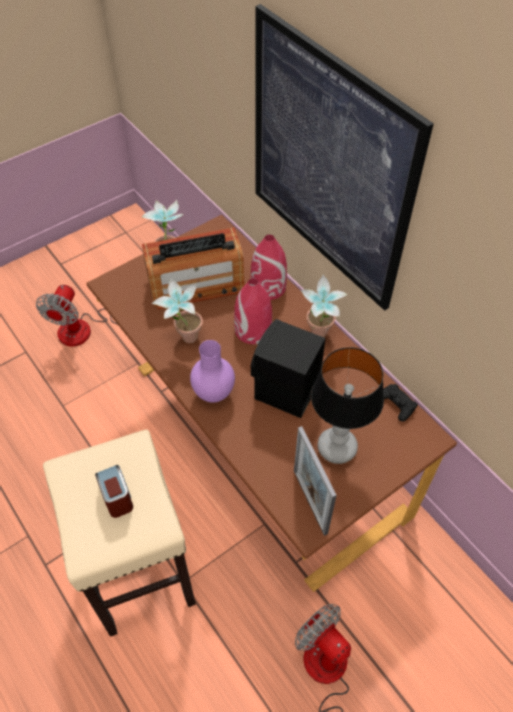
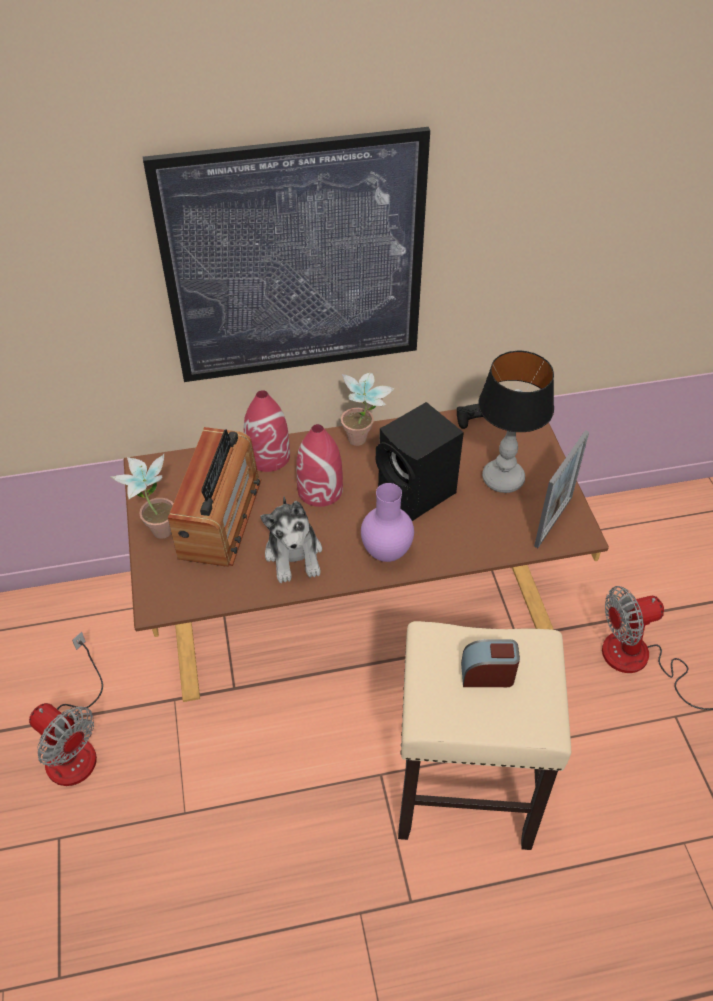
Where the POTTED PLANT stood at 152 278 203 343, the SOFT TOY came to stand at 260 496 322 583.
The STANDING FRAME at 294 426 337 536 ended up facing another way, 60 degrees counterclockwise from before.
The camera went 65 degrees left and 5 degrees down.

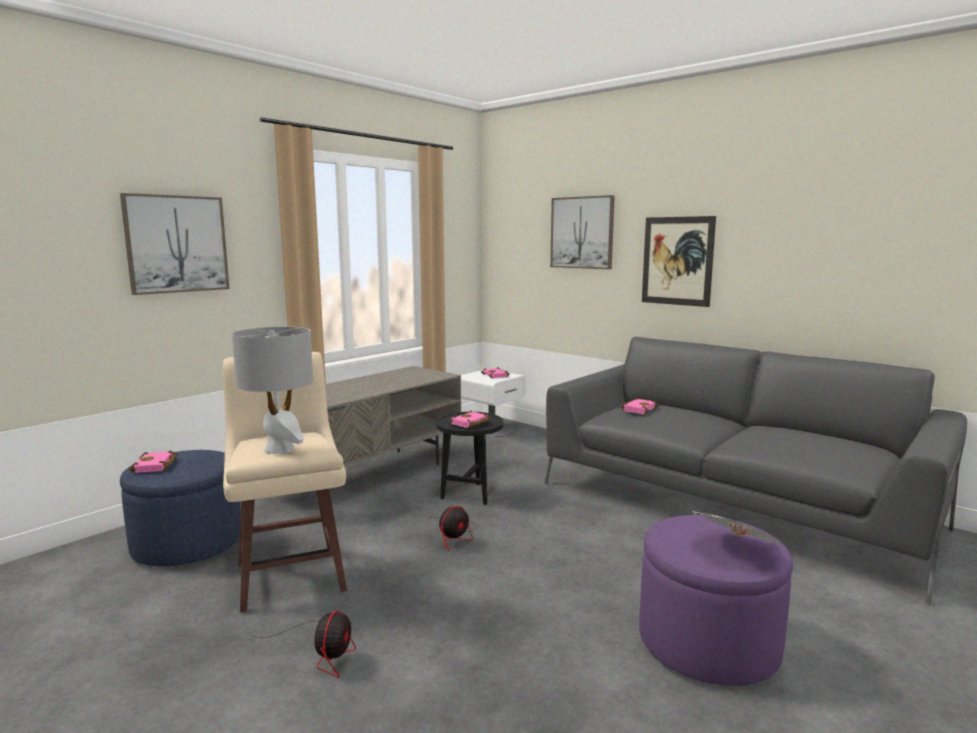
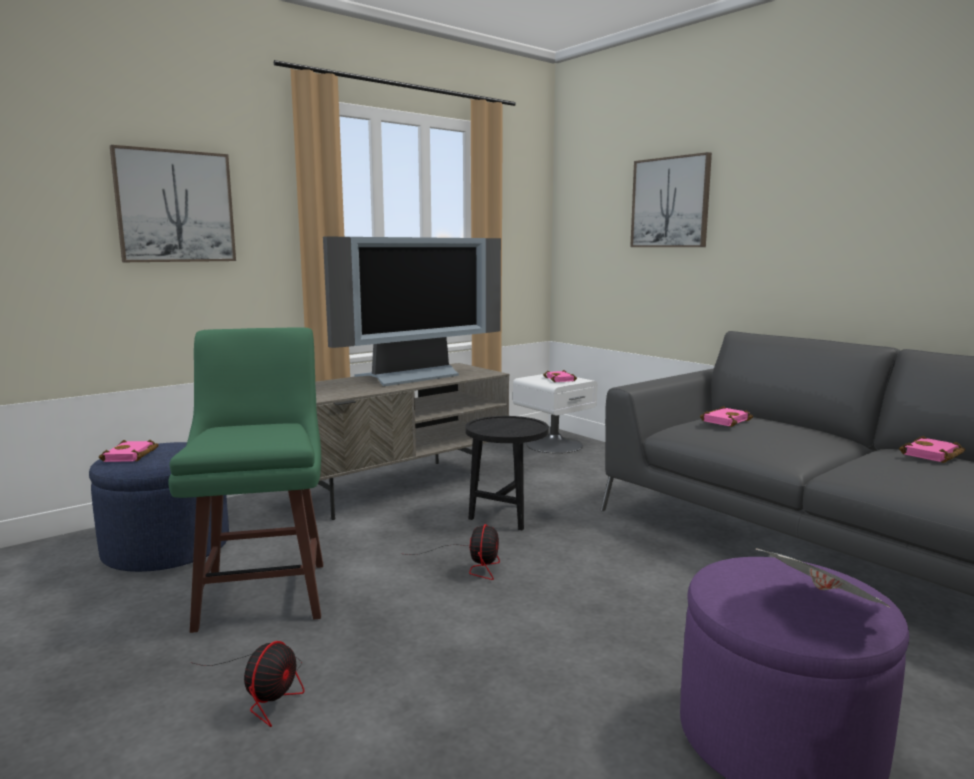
What was the SAND-COLOURED STOOL at 223 352 347 613 turned into the GREENISH STOOL at 168 327 323 633.
The second view gained the TV at 323 237 501 386.
The COOLING FAN at 422 506 478 551 ended up facing another way, 45 degrees counterclockwise from before.
The PINK-COLOURED BOUND BOOK ended up elsewhere, having gone from 449 411 490 428 to 899 436 965 463.
The second view lost the GREYISH TABLETOP LAMP at 232 326 313 454.
The second view lost the WALL ART at 642 216 716 307.
The camera went 10 degrees right and 0 degrees up.

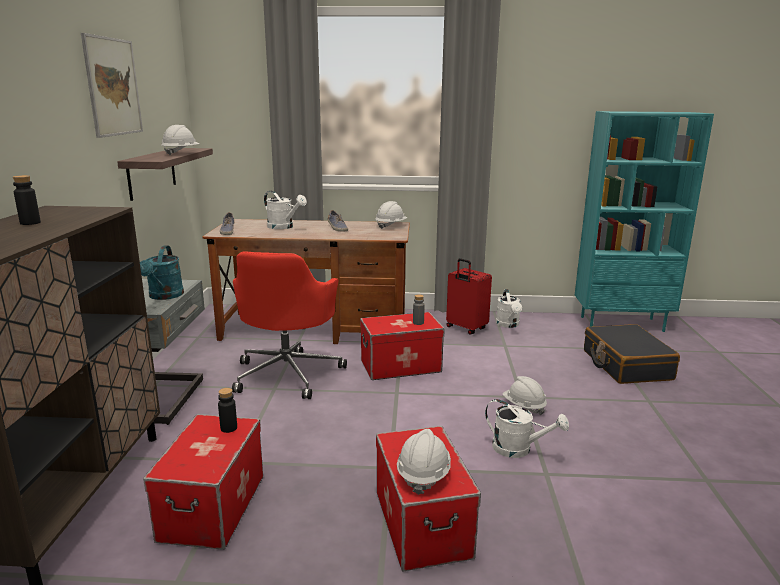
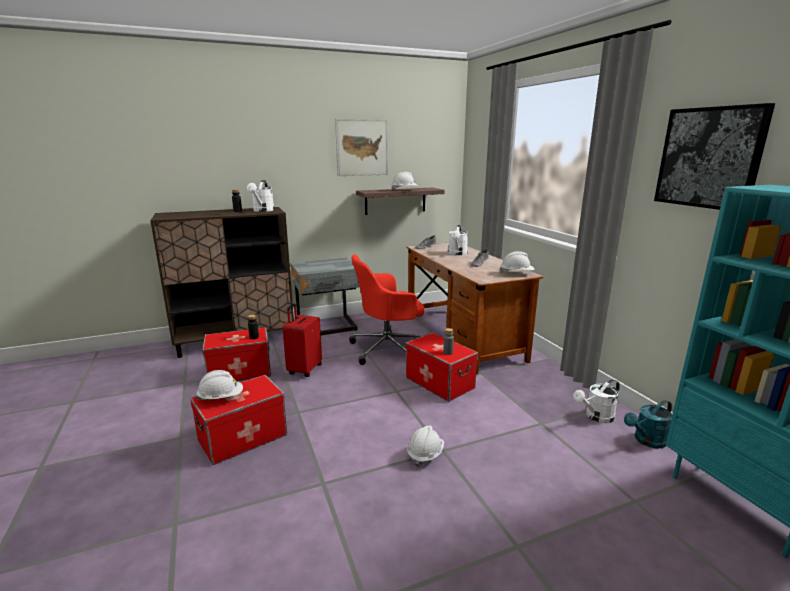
The WHITISH WATERING CAN ended up elsewhere, having gone from 485 399 569 458 to 247 180 275 212.
The RED-COLOURED PIECE OF LUGGAGE ended up elsewhere, having gone from 446 258 492 334 to 283 303 322 377.
The TURQUOISE-COLOURED WATERING CAN ended up elsewhere, having gone from 140 246 184 300 to 624 400 672 448.
The second view gained the WALL ART at 654 103 775 210.
The second view lost the BLACK-COLOURED PIECE OF LUGGAGE at 584 324 680 384.
The camera went 65 degrees right and 0 degrees up.

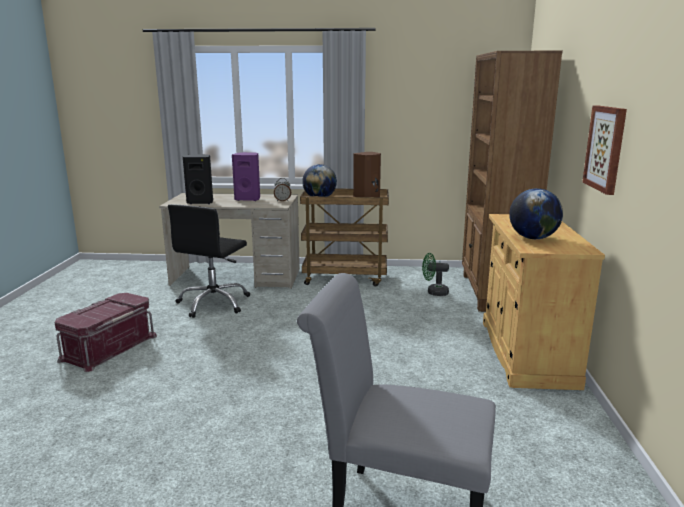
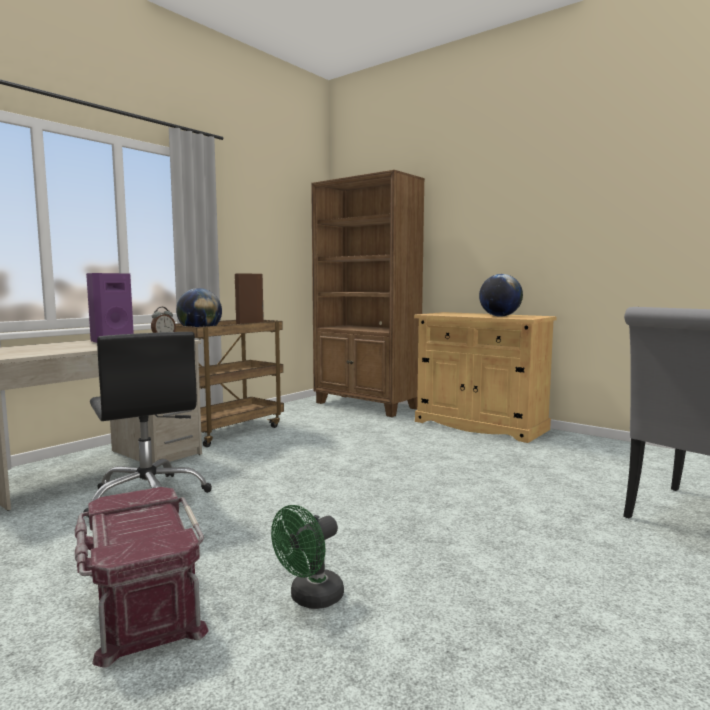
The GREENISH COOLING FAN ended up elsewhere, having gone from 422 253 449 296 to 271 505 344 609.
The second view lost the BLACK-COLOURED AUDIO SPEAKER at 183 154 213 204.
The second view lost the WALL ART at 582 106 627 195.
The camera went 55 degrees left and 10 degrees down.

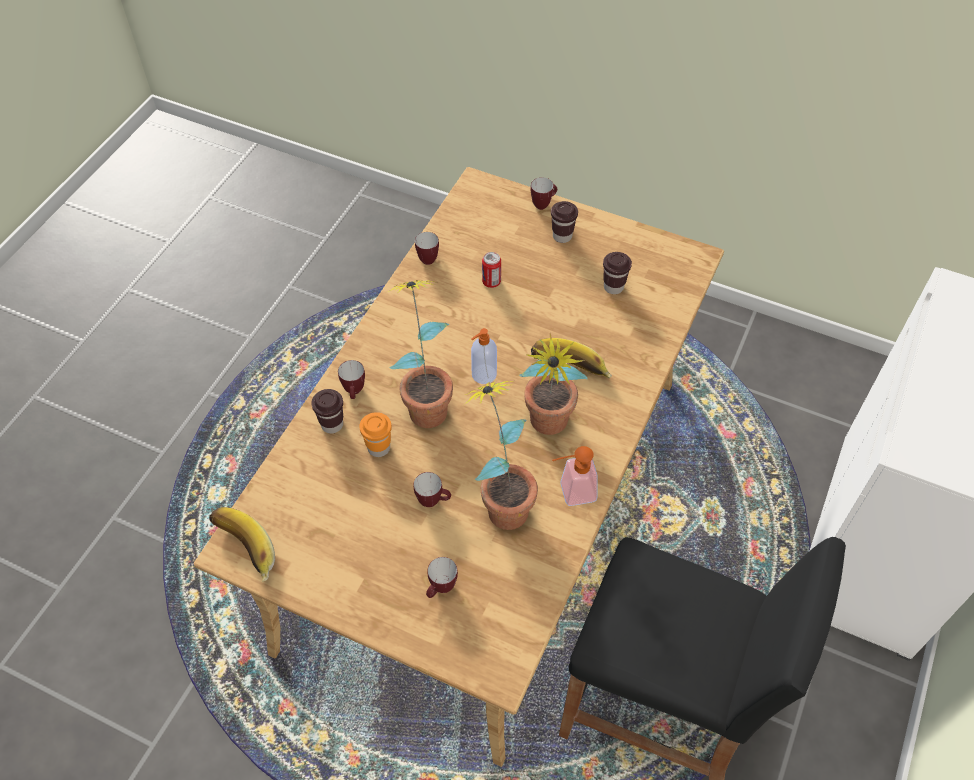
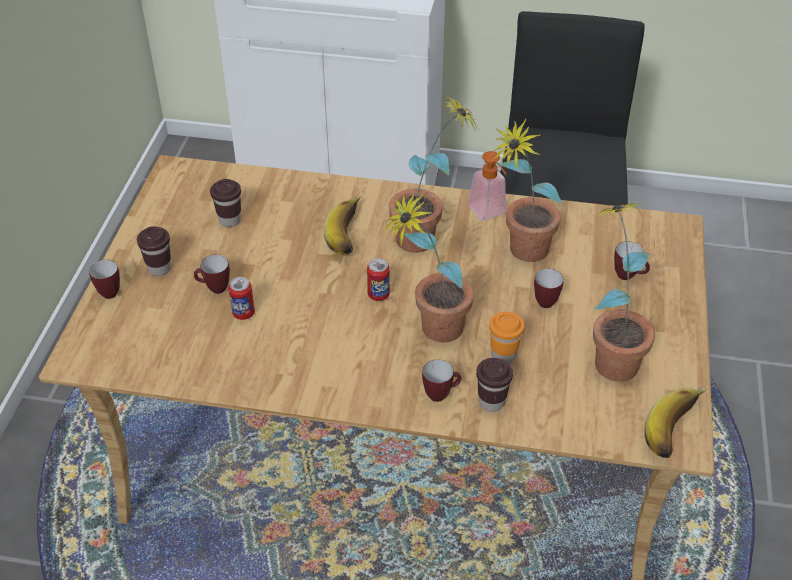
The COFFEE MUG ended up elsewhere, having gone from 415 232 439 265 to 194 255 230 294.
Where the SOAP BOTTLE stood at 471 328 497 384, the METAL CAN came to stand at 367 259 390 301.
The second view gained the POTTED PLANT at 592 202 655 382.
The camera went 105 degrees left and 10 degrees down.

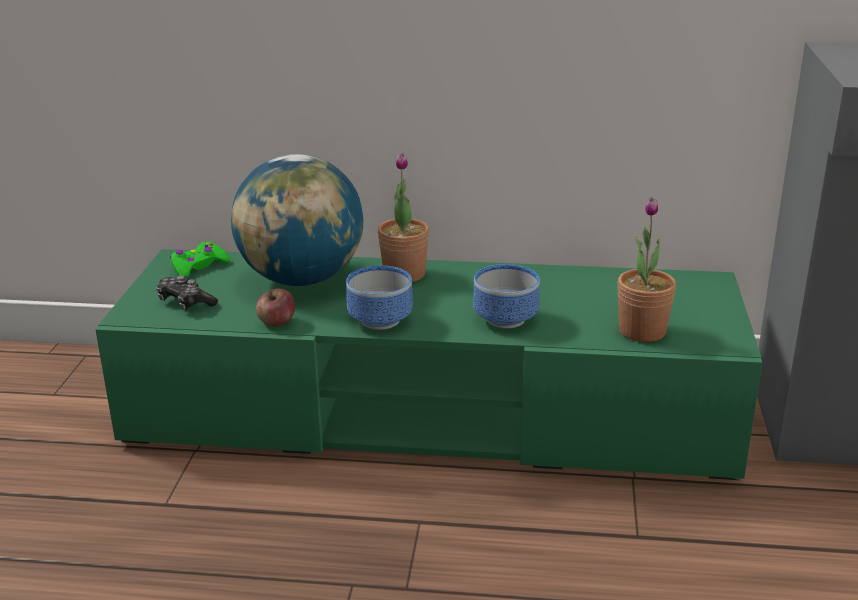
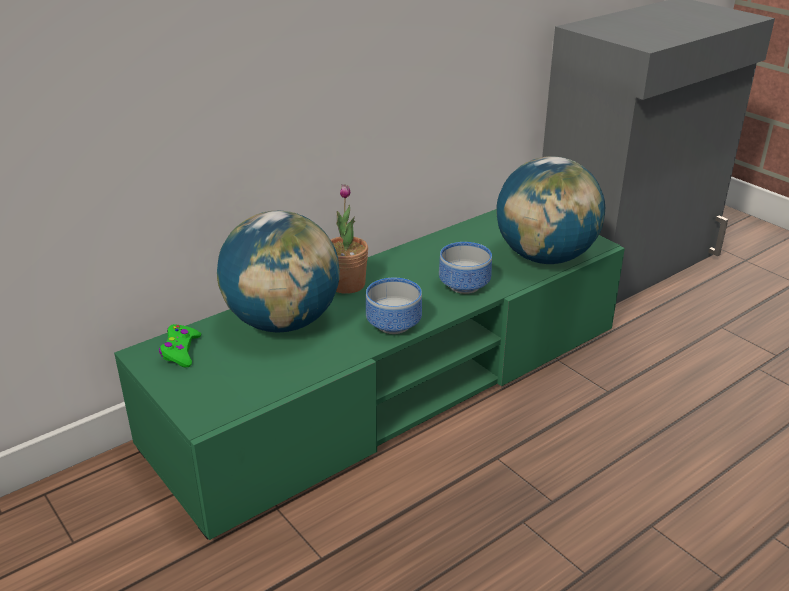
Where the POTTED PLANT stood at 617 197 676 342, the DESK GLOBE came to stand at 496 156 605 264.
The second view lost the GAME CONTROLLER at 156 275 218 310.
The second view lost the APPLE at 256 289 295 326.
The camera went 45 degrees left and 5 degrees up.

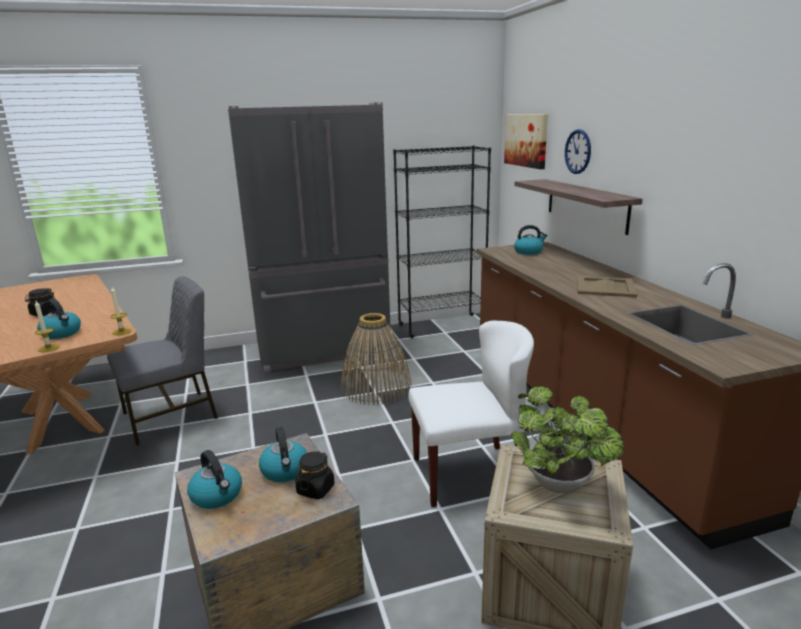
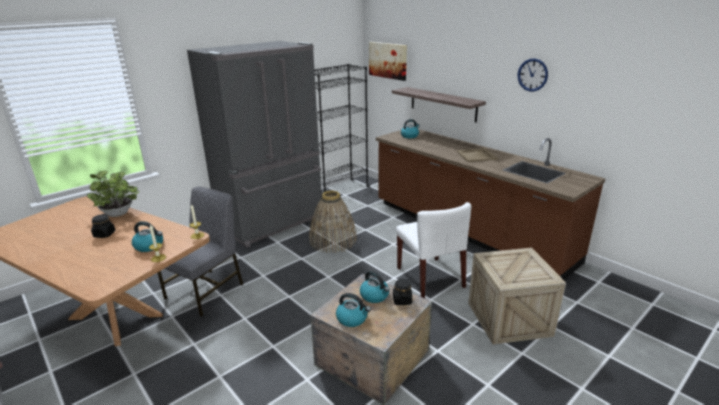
The POTTED PLANT ended up elsewhere, having gone from 511 386 623 493 to 87 171 139 217.
The WHITISH CHAIR at 408 321 534 507 ended up facing another way, 105 degrees clockwise from before.
The HANGING CLOCK ended up elsewhere, having gone from 565 129 591 174 to 518 59 548 91.
The camera went 25 degrees left and 5 degrees up.

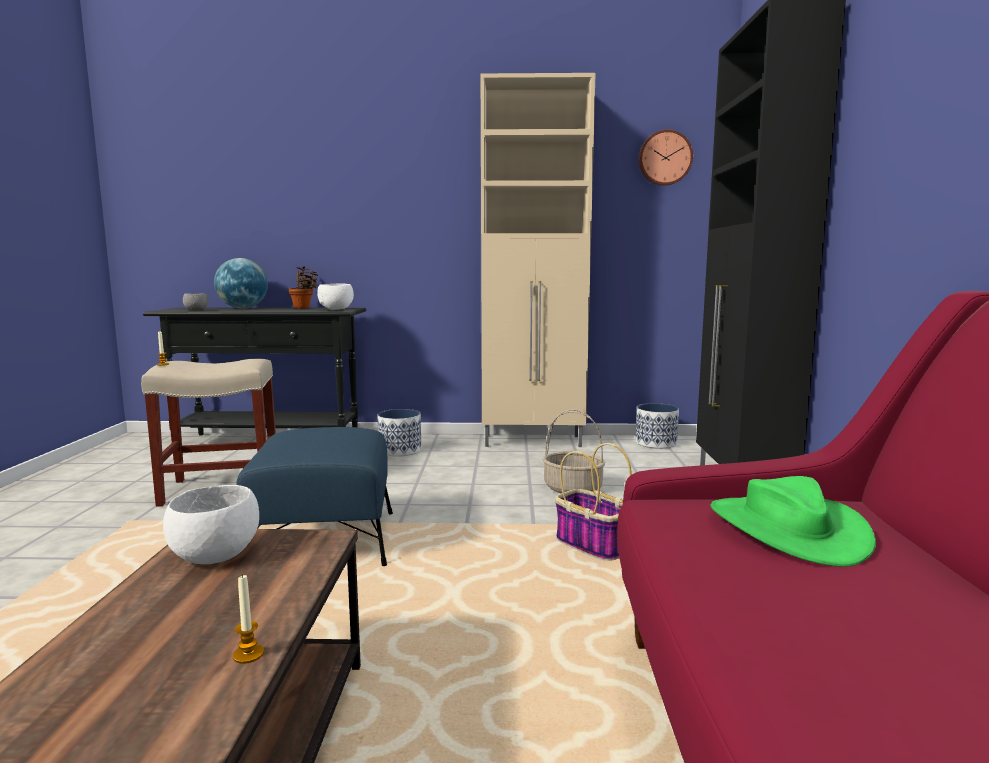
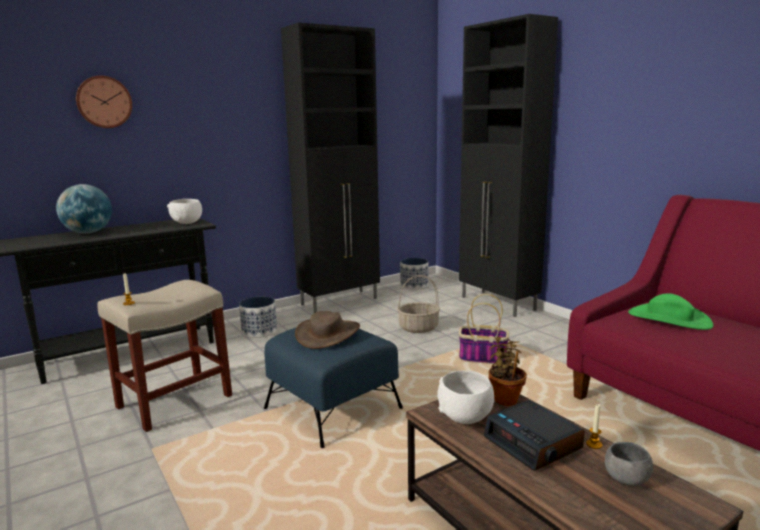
The HANGING CLOCK ended up elsewhere, having gone from 638 129 693 186 to 76 76 132 128.
What was the SAND-COLOURED CABINET at 481 73 596 447 turned into the BLACK-COLOURED CABINET at 281 22 380 313.
The second view gained the BROWNISH HAT at 295 311 360 349.
The second view gained the ALARM CLOCK at 484 400 585 471.
The POTTED PLANT ended up elsewhere, having gone from 289 267 318 309 to 488 336 527 406.
The GREYISH DEEP DISH ended up elsewhere, having gone from 183 293 209 310 to 605 442 653 486.
The camera went 35 degrees left and 5 degrees up.

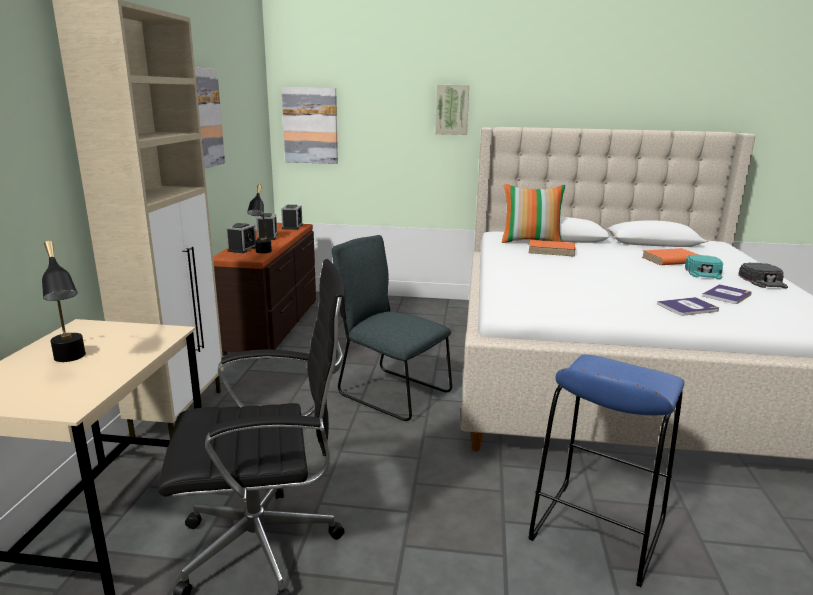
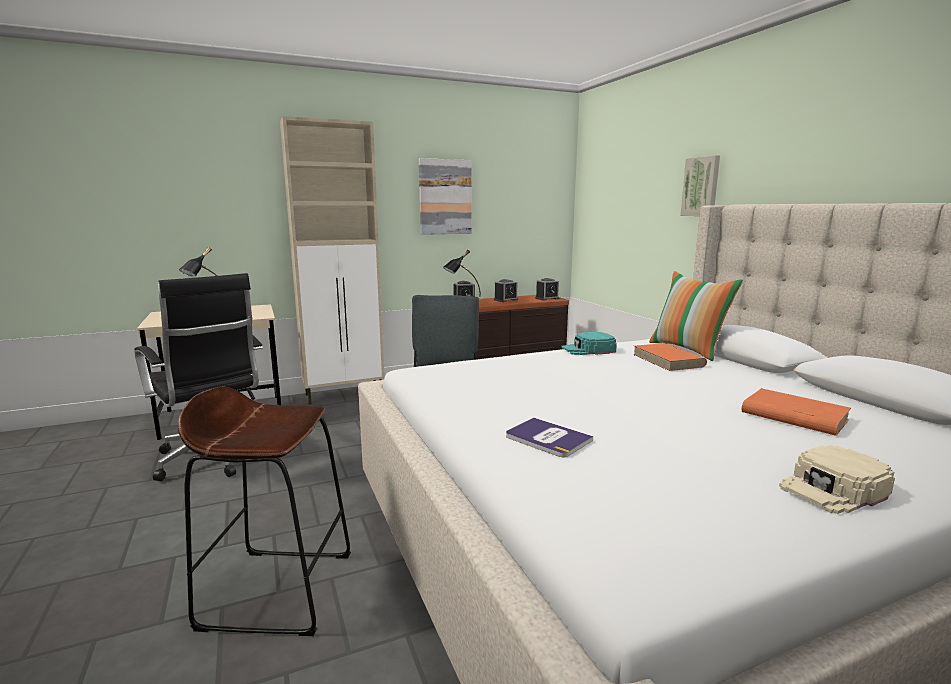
What was the BLUE-COLOURED STOOL at 529 355 684 587 turned into the BROWNISH STOOL at 178 387 351 636.
The TURQUOISE-COLOURED CAP ended up elsewhere, having gone from 685 255 723 280 to 562 332 617 355.
What was the BLACK-COLOURED CAP at 738 263 788 289 turned into the SAND-COLOURED CAP at 779 445 895 514.
The second view lost the WALL ART at 281 87 338 164.
The second view lost the BOUND BOOK at 702 284 752 304.
The camera went 60 degrees right and 5 degrees down.

